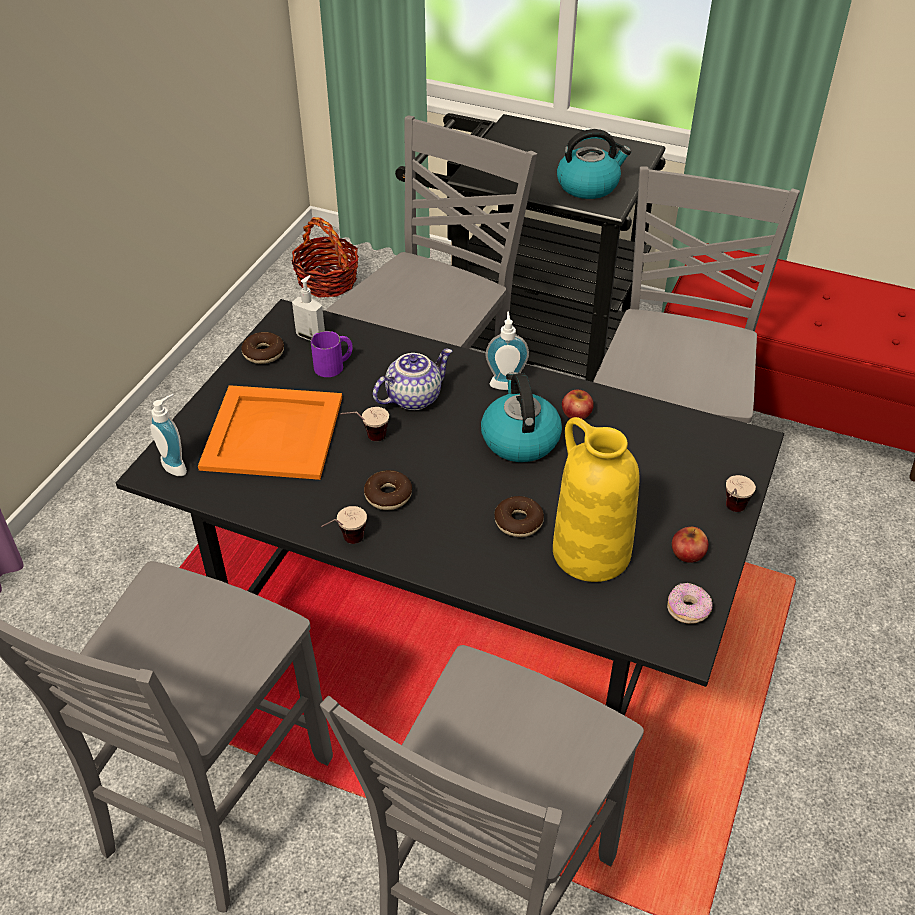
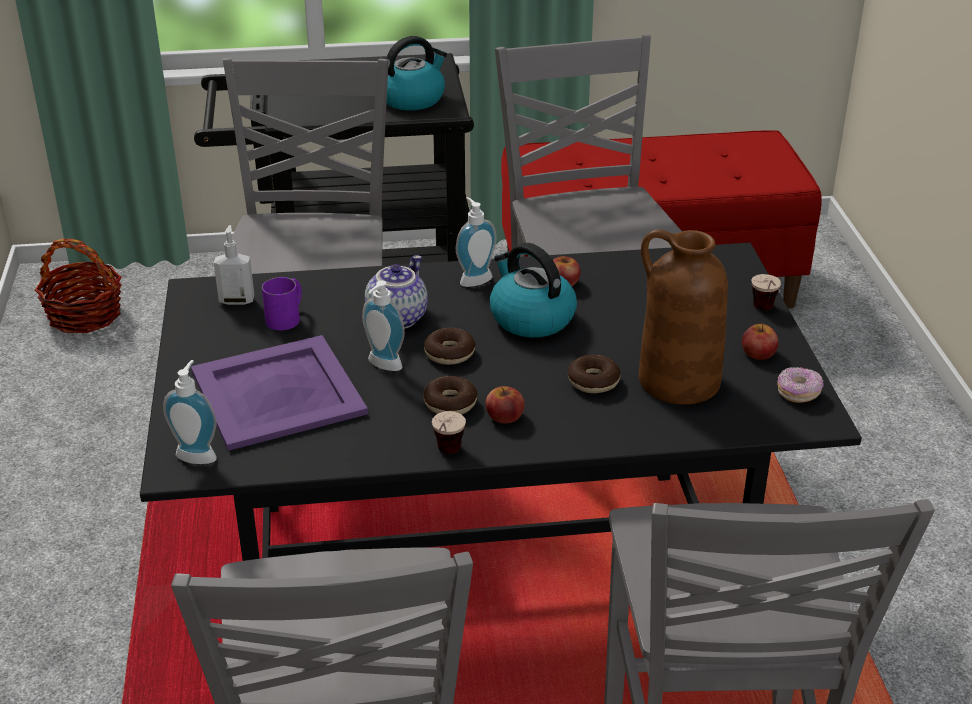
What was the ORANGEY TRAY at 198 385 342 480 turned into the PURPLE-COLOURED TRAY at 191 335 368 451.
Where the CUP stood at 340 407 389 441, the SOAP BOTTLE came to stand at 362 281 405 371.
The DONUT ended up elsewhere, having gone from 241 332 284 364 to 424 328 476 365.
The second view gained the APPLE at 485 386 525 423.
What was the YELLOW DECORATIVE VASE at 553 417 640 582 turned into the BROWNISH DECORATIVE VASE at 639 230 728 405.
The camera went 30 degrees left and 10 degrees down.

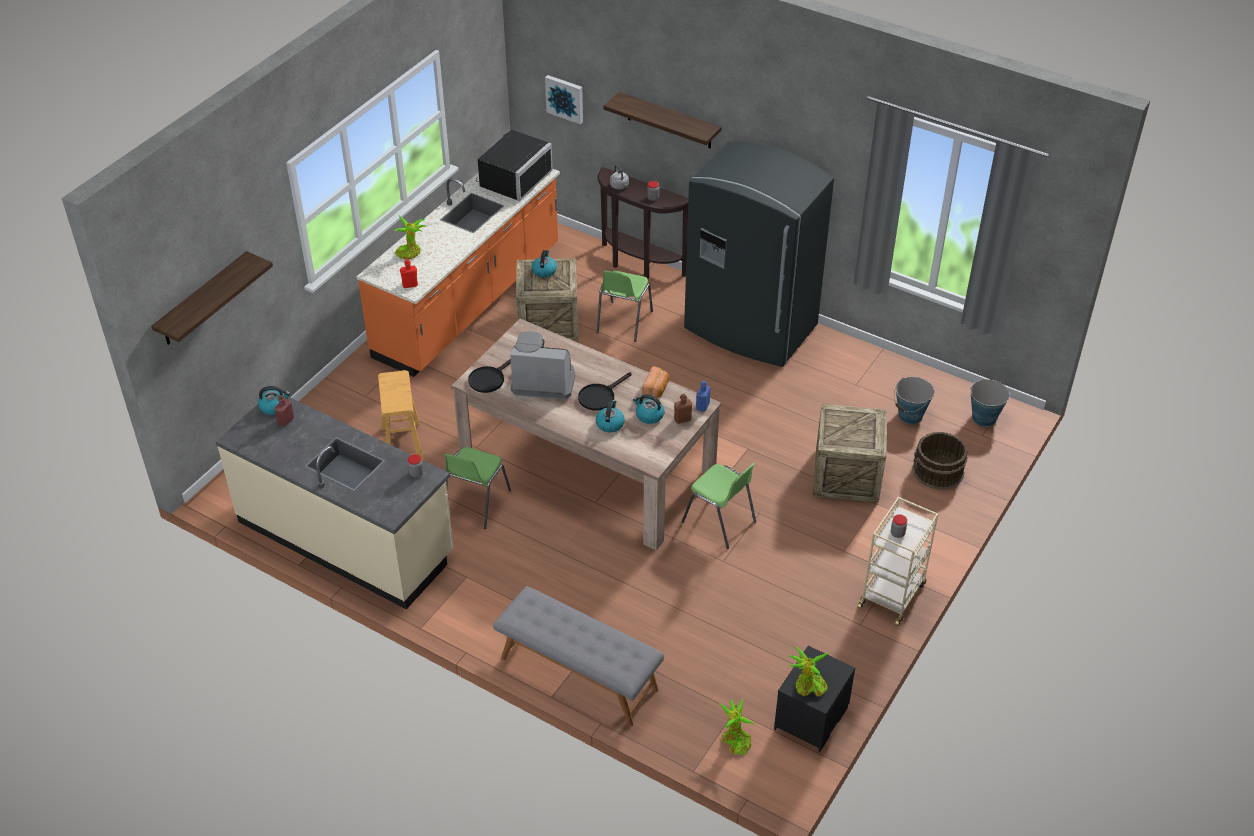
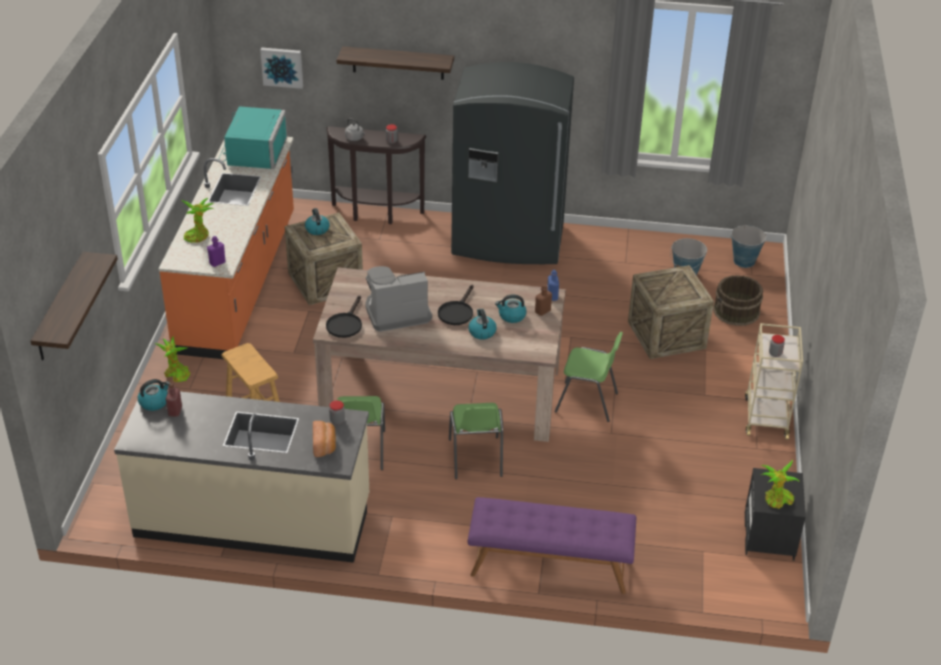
The POTTED PLANT ended up elsewhere, having gone from 719 698 756 755 to 155 336 190 382.
What was the RED-COLOURED BEVERAGE BOTTLE at 400 259 418 288 turned into the PURPLE-COLOURED BEVERAGE BOTTLE at 207 236 226 267.
What was the BLACK-COLOURED KITCHEN MICROWAVE at 476 130 553 201 turned into the TURQUOISE-COLOURED KITCHEN MICROWAVE at 219 106 287 169.
The BREAD ended up elsewhere, having gone from 642 366 669 399 to 313 421 336 457.
The GREENISH CHAIR ended up elsewhere, having gone from 597 270 653 342 to 449 403 503 479.
What was the GREYISH INDOOR BENCH at 493 586 664 726 turned into the PURPLE-COLOURED INDOOR BENCH at 468 497 636 594.
The camera went 25 degrees left and 5 degrees down.

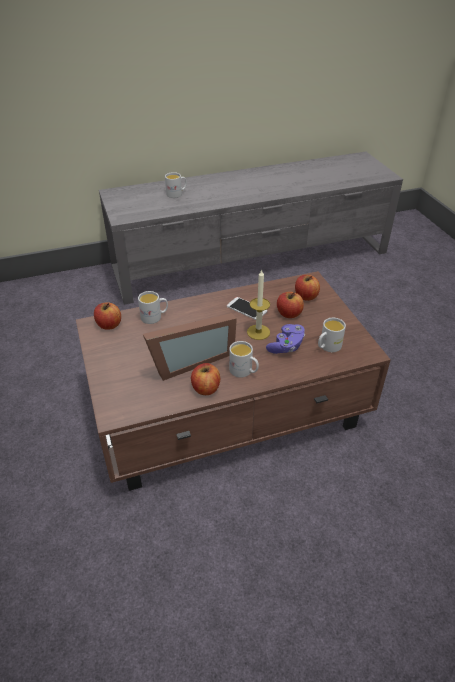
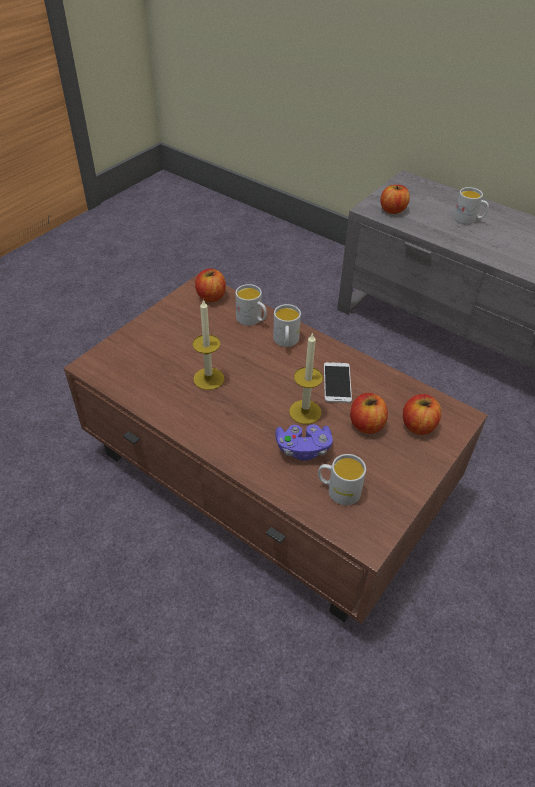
Where the STANDING FRAME stood at 143 313 237 381, the WAX CANDLE came to stand at 193 299 224 390.
The WHITISH COFFEE MUG ended up elsewhere, having gone from 229 341 259 378 to 273 304 301 347.
The APPLE ended up elsewhere, having gone from 191 363 220 395 to 380 185 410 214.
The camera went 55 degrees right and 5 degrees up.

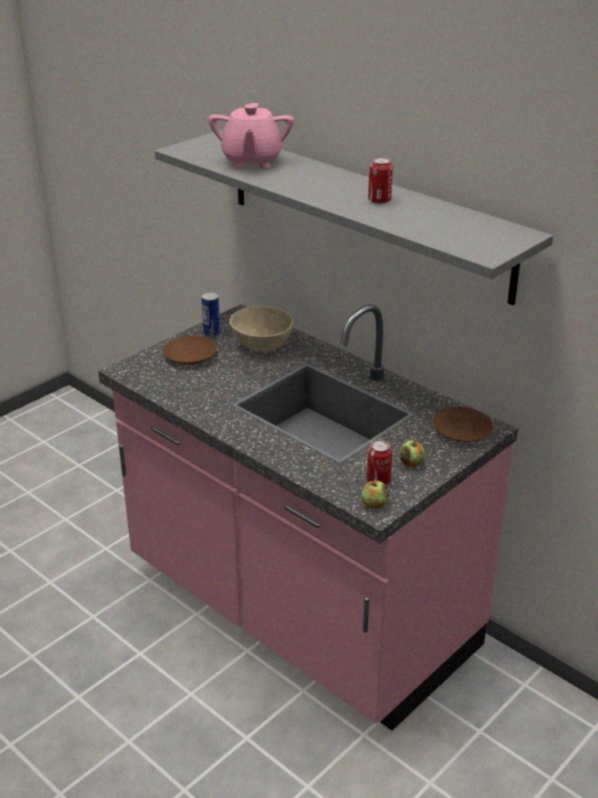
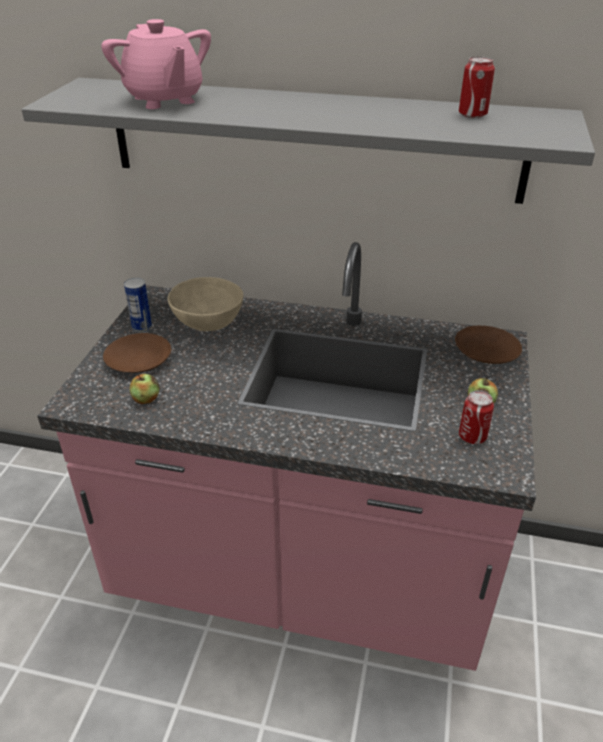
The APPLE ended up elsewhere, having gone from 361 480 389 509 to 130 374 160 404.
The METAL CAN ended up elsewhere, having gone from 368 157 393 204 to 459 56 495 118.
The camera went 30 degrees left and 5 degrees up.

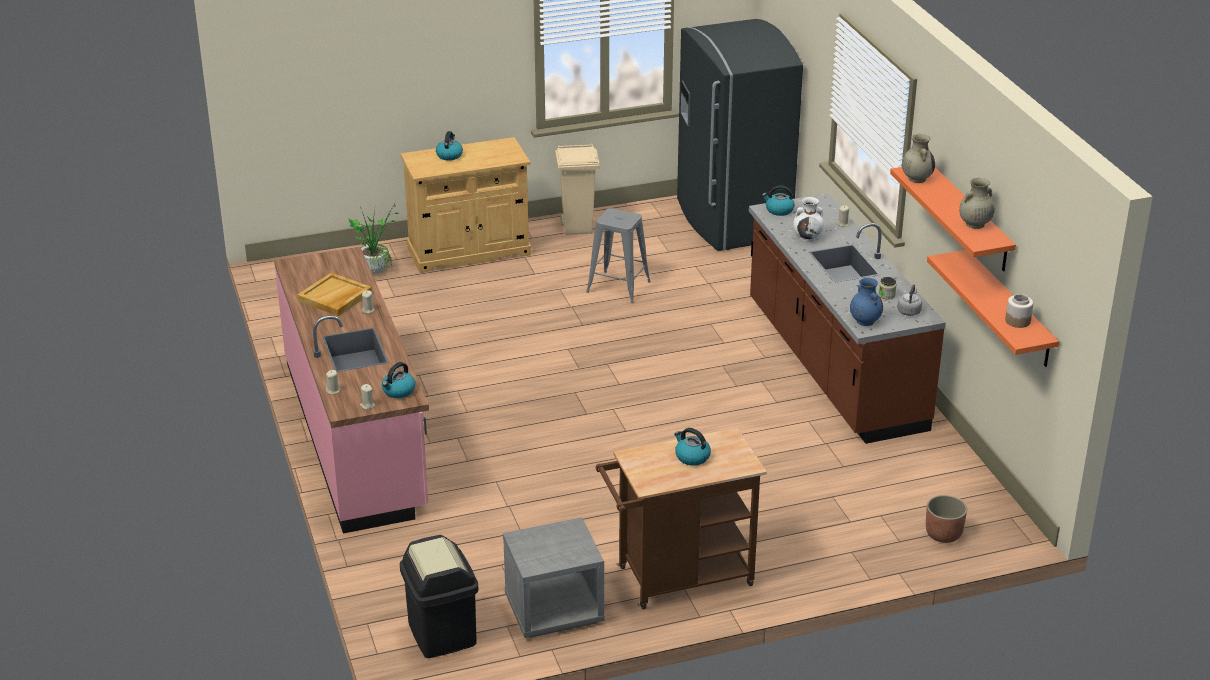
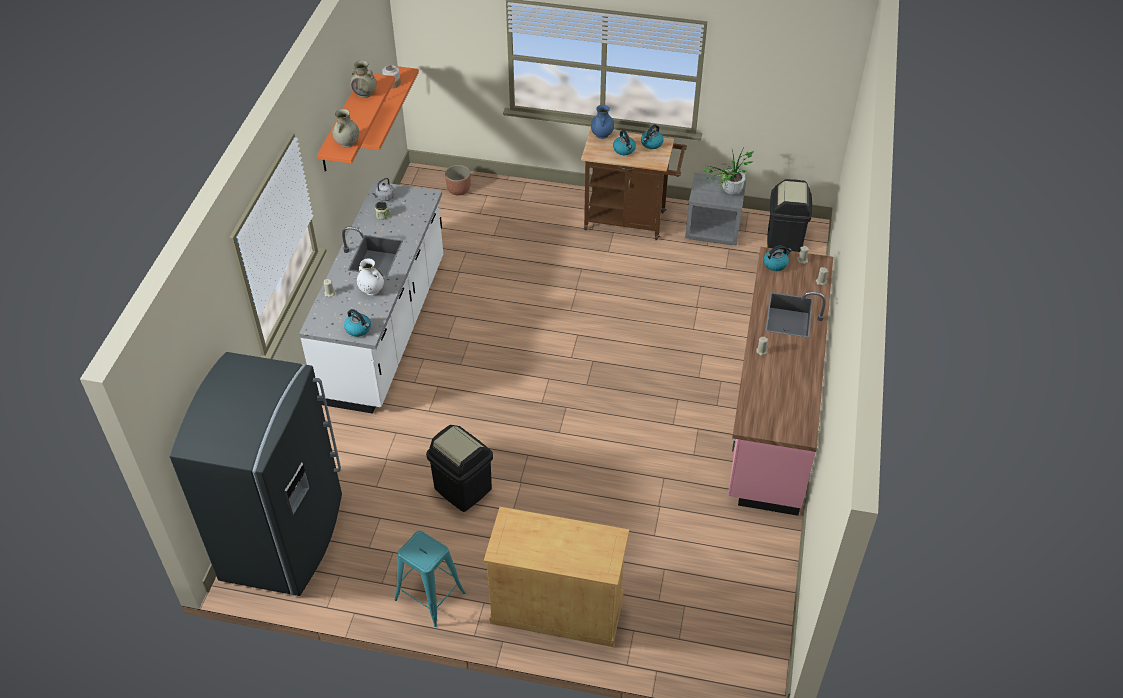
What was the BROWNISH KITCHEN BASE UNIT at 749 193 946 444 turned into the WHITISH KITCHEN BASE UNIT at 299 181 443 414.
Where the SAND-COLOURED RUBBISH BIN stood at 555 144 600 235, the TURQUOISE-COLOURED STOOL came to stand at 394 531 466 627.
Where the GREYISH STOOL stood at 586 208 651 303, the BLACK-COLOURED RUBBISH BIN came to stand at 426 425 493 512.
The BLUE-COLOURED DECORATIVE VASE ended up elsewhere, having gone from 850 278 883 326 to 591 105 614 139.
The KETTLE ended up elsewhere, having gone from 436 131 463 160 to 641 124 664 149.
The POTTED PLANT ended up elsewhere, having gone from 348 200 399 274 to 704 146 754 195.
The second view lost the SAND-COLOURED TRAY at 297 273 372 316.
The camera went 150 degrees left and 15 degrees up.

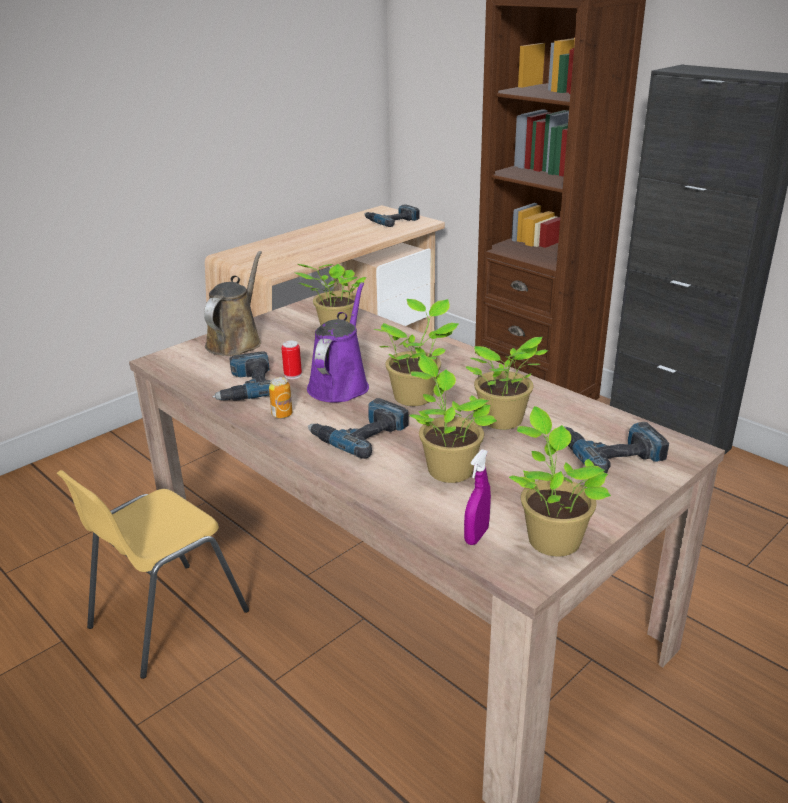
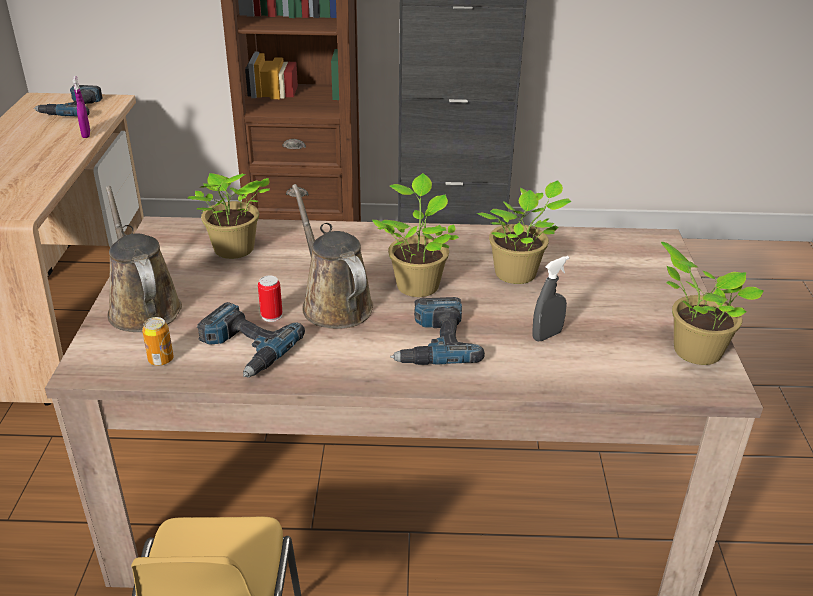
The PURPLE-COLOURED SPRAY BOTTLE ended up elsewhere, having gone from 464 449 491 545 to 73 76 90 138.
The METAL CAN ended up elsewhere, having gone from 269 377 293 419 to 142 317 174 366.
What was the PURPLE-COLOURED WATERING CAN at 307 282 369 402 turned into the BROWNISH WATERING CAN at 292 184 373 329.
Where the POTTED PLANT stood at 410 354 497 483, the GREYISH SPRAY BOTTLE came to stand at 532 256 569 341.
The second view lost the ELECTRIC DRILL at 564 422 669 473.
The camera went 45 degrees left and 5 degrees up.

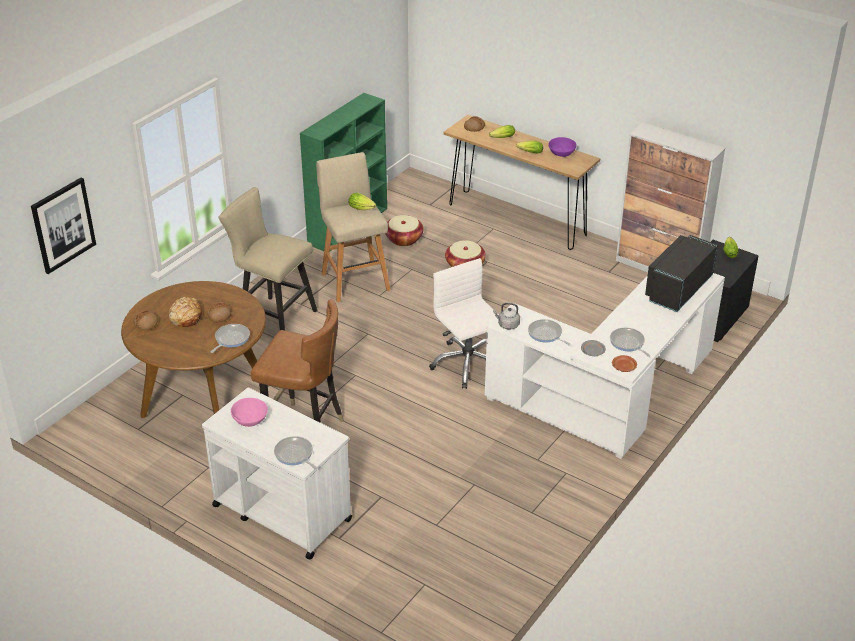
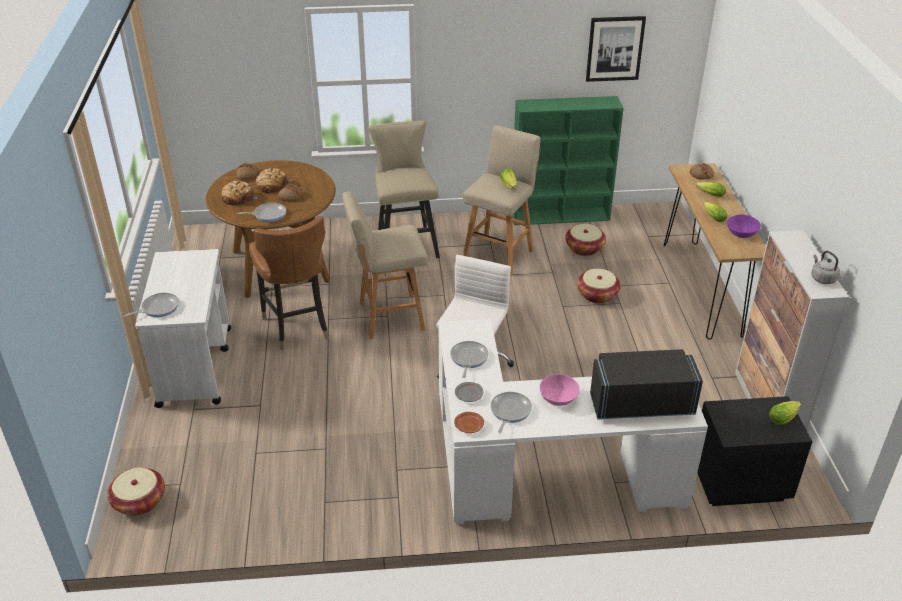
The second view gained the HOUSEHOLD BASKET at 107 467 165 516.
The PAN at 274 436 318 470 ended up facing another way, 45 degrees clockwise from before.
The second view gained the BREAD at 221 180 258 206.
The second view gained the SAND-COLOURED STOOL at 342 192 428 339.
The PINK-COLOURED DEEP DISH ended up elsewhere, having gone from 231 398 268 427 to 540 374 580 406.
The WALL ART ended up elsewhere, having gone from 31 178 96 274 to 586 16 646 82.
The GREYISH KETTLE ended up elsewhere, having gone from 493 303 520 330 to 811 251 840 284.
The camera went 50 degrees right and 0 degrees up.

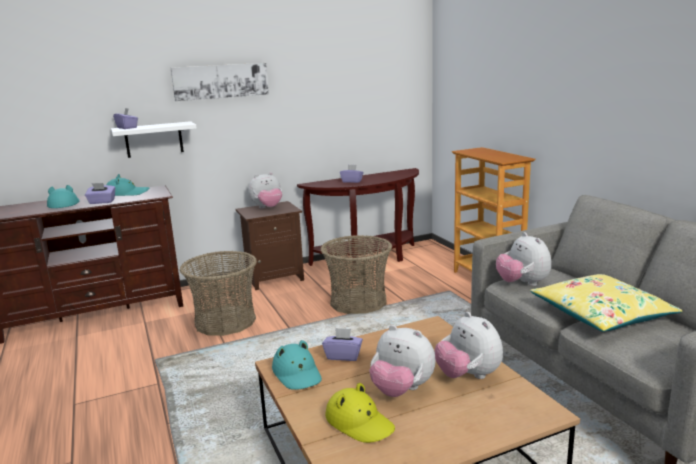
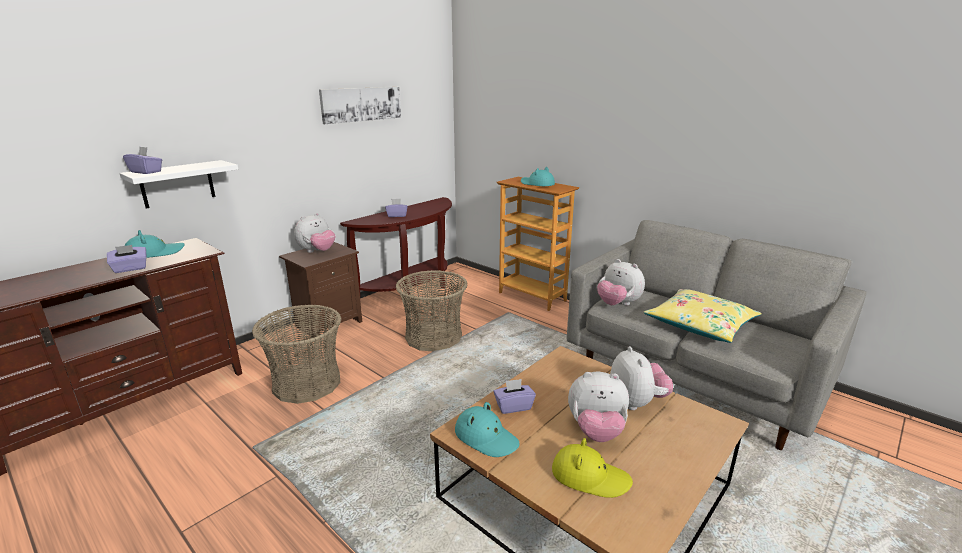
The WALL ART ended up elsewhere, having gone from 171 63 269 101 to 319 87 401 124.
The TURQUOISE-COLOURED HAT ended up elsewhere, having gone from 47 185 80 208 to 521 167 555 186.
The SOFT TOY at 434 312 503 379 ended up facing another way, 135 degrees counterclockwise from before.
The camera went 25 degrees left and 5 degrees up.

